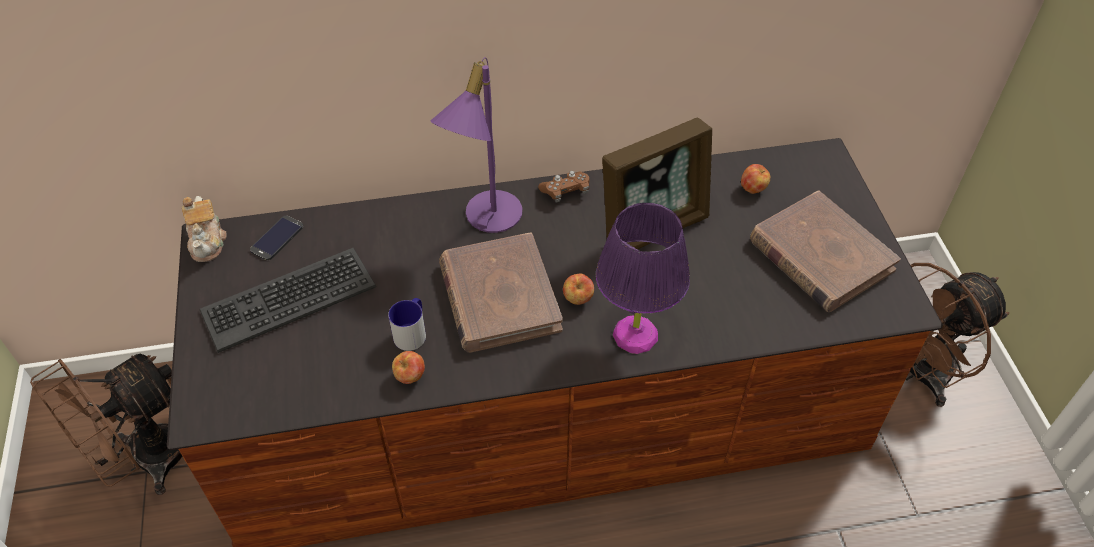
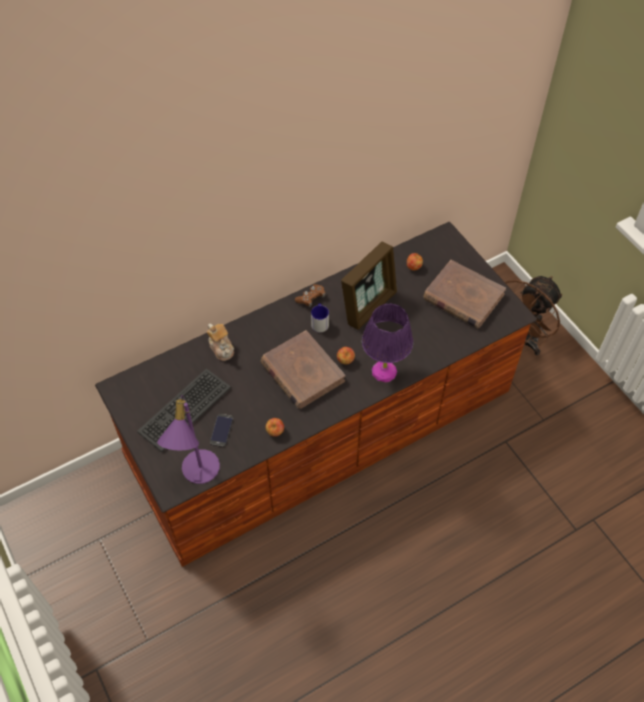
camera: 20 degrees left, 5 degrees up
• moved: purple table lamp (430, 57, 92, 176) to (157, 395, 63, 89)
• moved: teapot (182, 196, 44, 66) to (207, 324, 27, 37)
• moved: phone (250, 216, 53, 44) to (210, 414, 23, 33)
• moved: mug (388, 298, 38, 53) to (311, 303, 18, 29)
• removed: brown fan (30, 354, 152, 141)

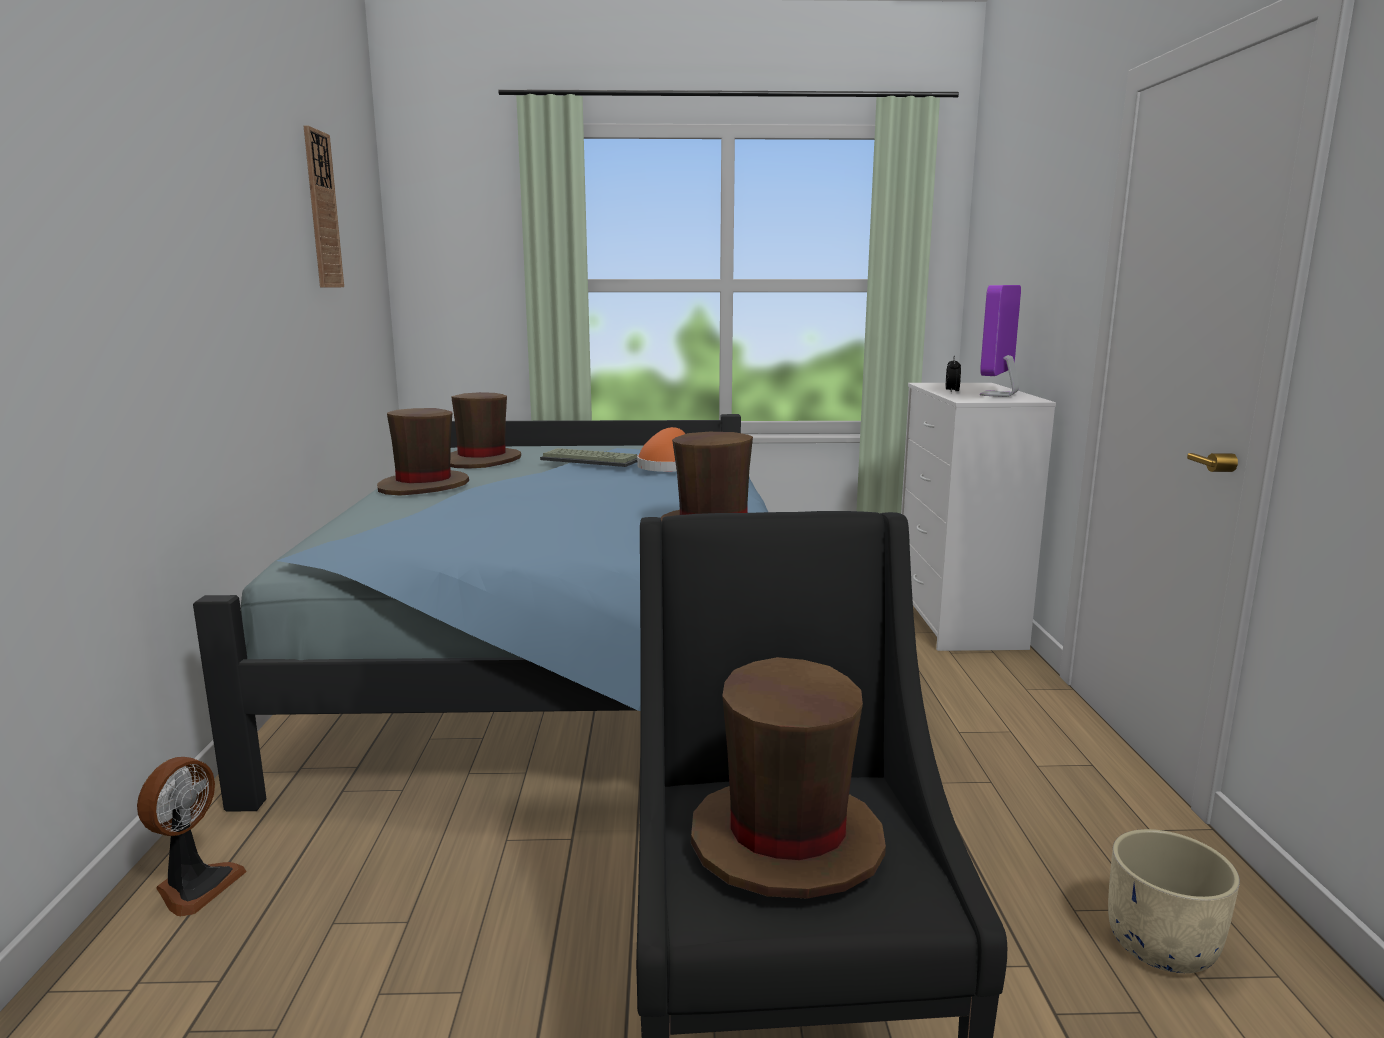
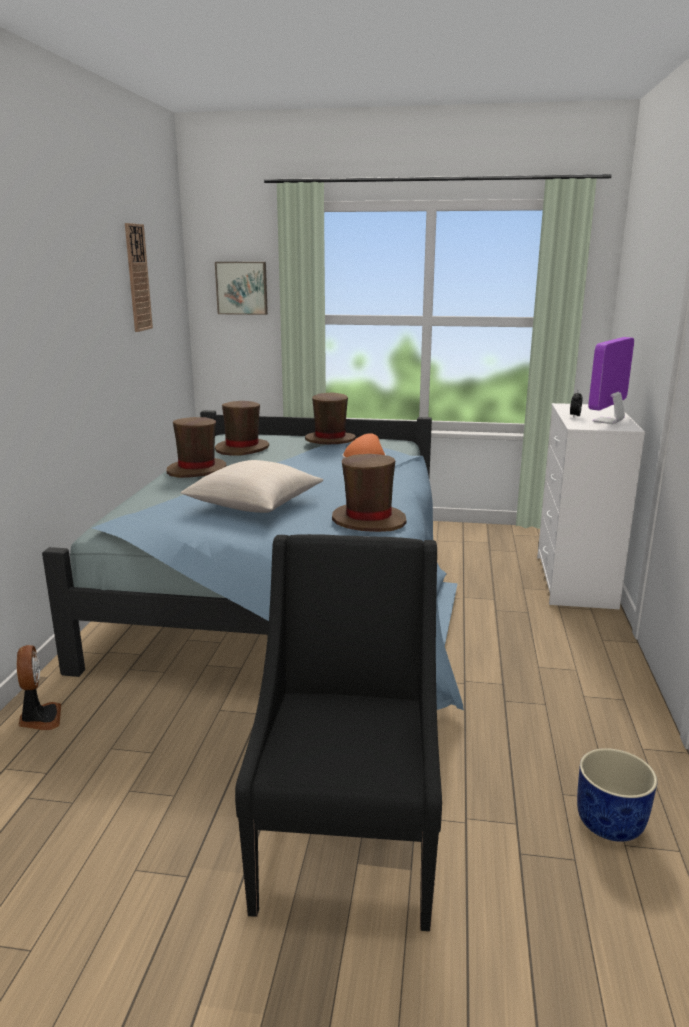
camera: 10 degrees right, 5 degrees up
• removed: keyboard (540, 448, 97, 19)
• moved: brown hat (691, 657, 195, 241) to (305, 392, 51, 52)
• turned: fan (137, 757, 110, 159) = (17, 645, 44, 85) 45 degrees counterclockwise
• recoloured: beige planter (1108, 829, 132, 144) to blue planter (577, 748, 81, 94)
• added: picture (215, 262, 53, 53)
• added: beige pillow (180, 460, 143, 53)

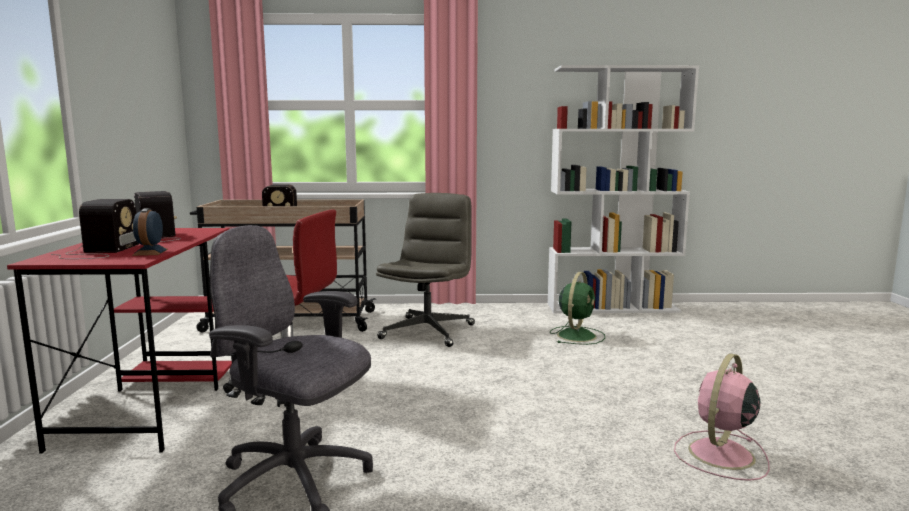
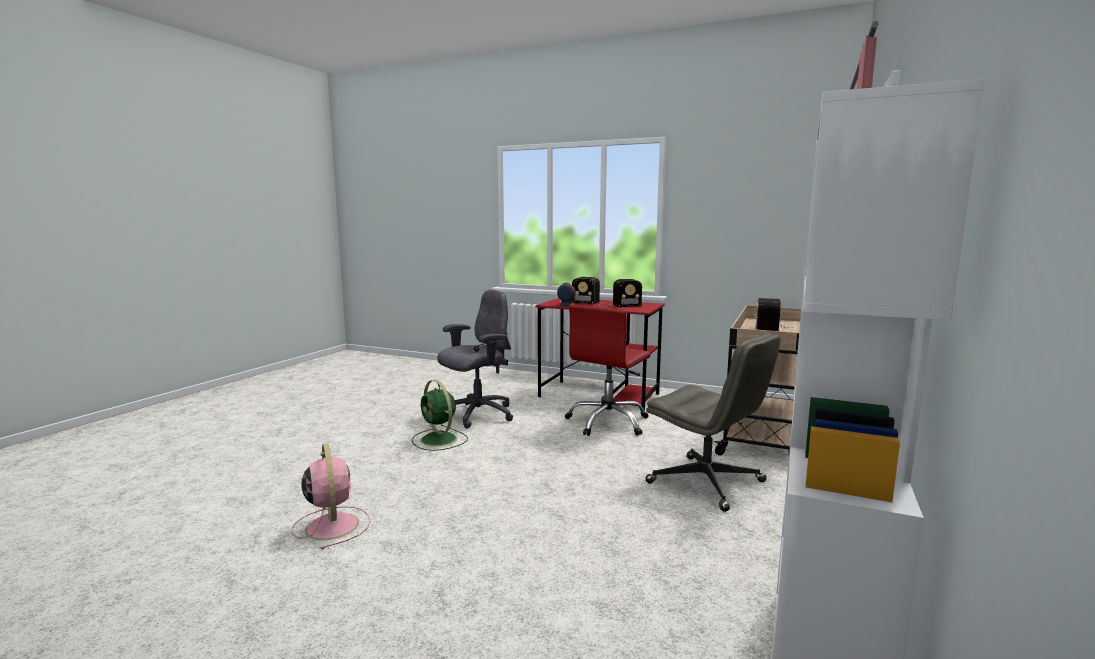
camera: 115 degrees right, 0 degrees up
• moved: green fan (550, 272, 55, 73) to (412, 380, 56, 71)

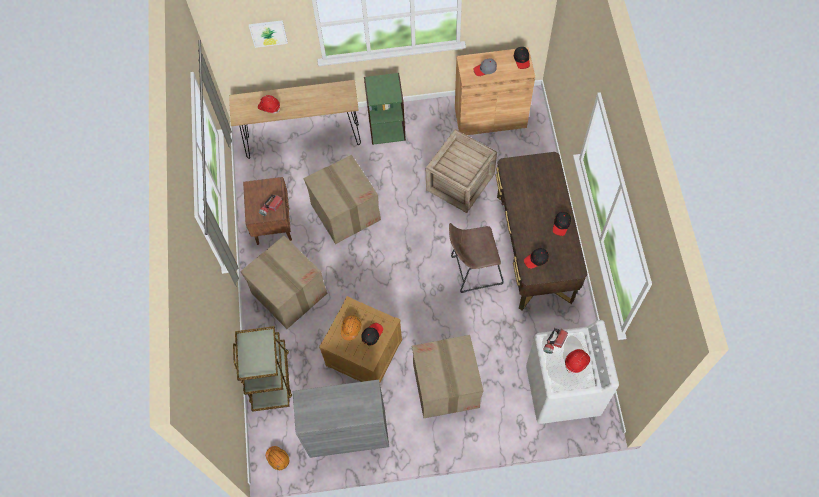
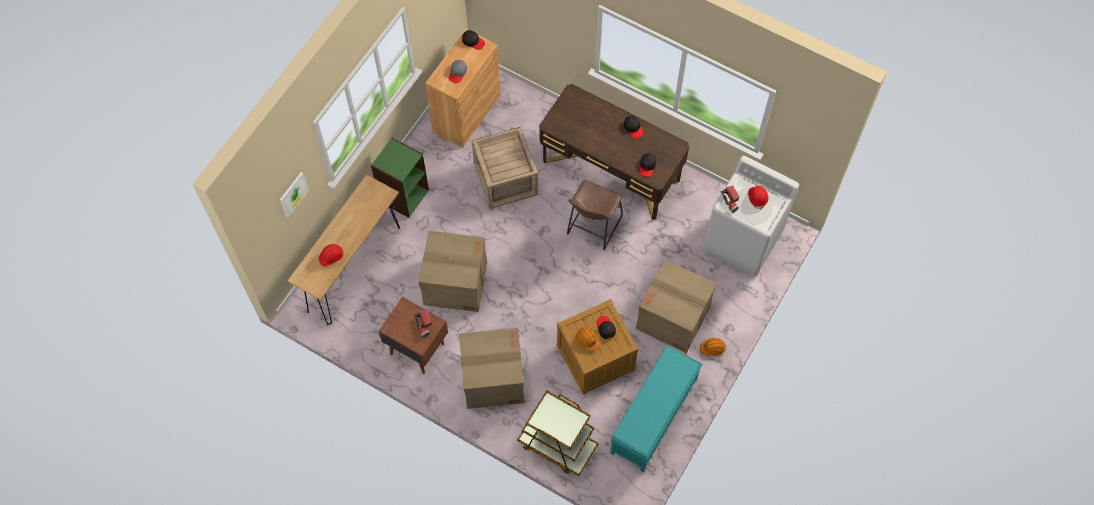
camera: 55 degrees left, 0 degrees up
• replaced: grey cabinet (293, 379, 96, 79) to turquoise bench (610, 346, 92, 126)
• moved: orange hard hat (266, 446, 23, 24) to (700, 338, 26, 18)

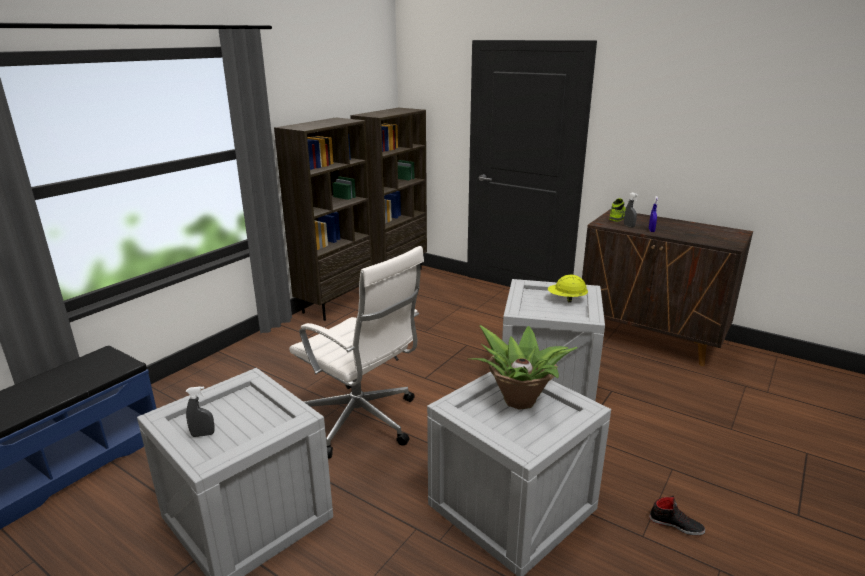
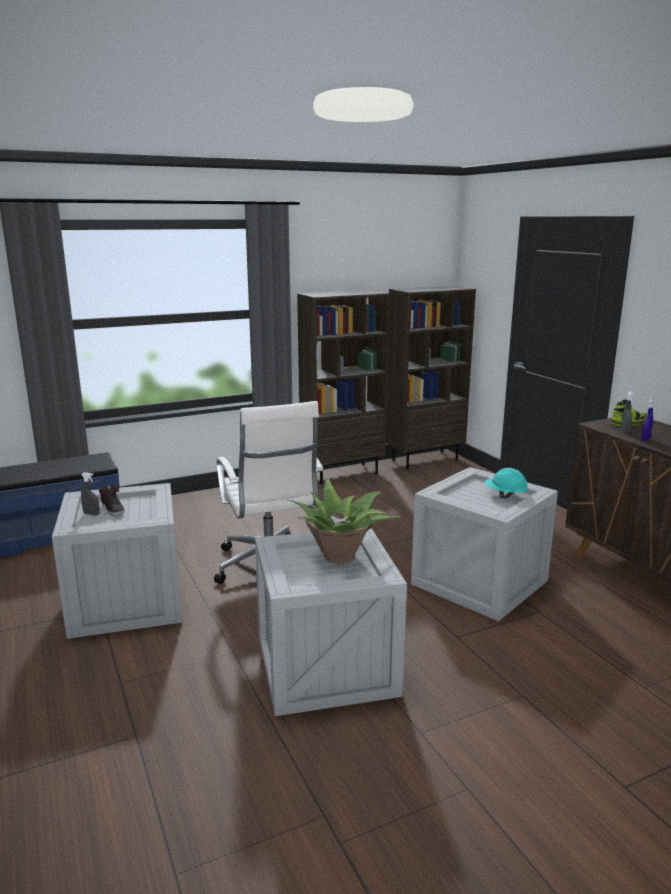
camera: 30 degrees right, 5 degrees down
• recoloured: yellow hard hat (548, 275, 40, 27) to turquoise hard hat (485, 468, 44, 30)
• moved: black shoe (649, 496, 56, 39) to (99, 485, 25, 30)

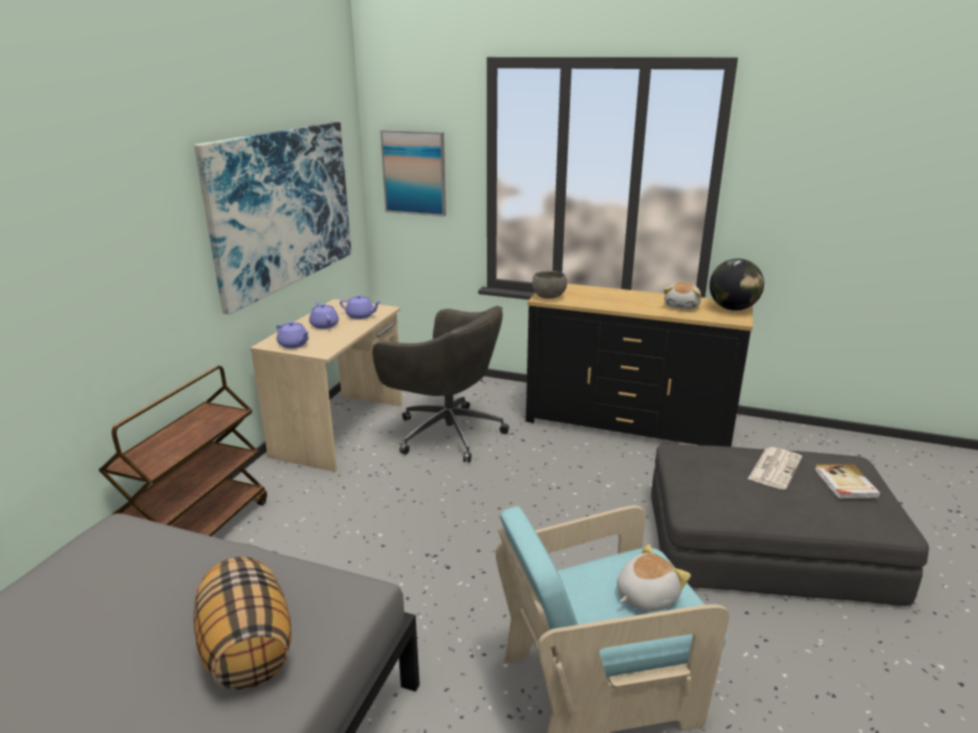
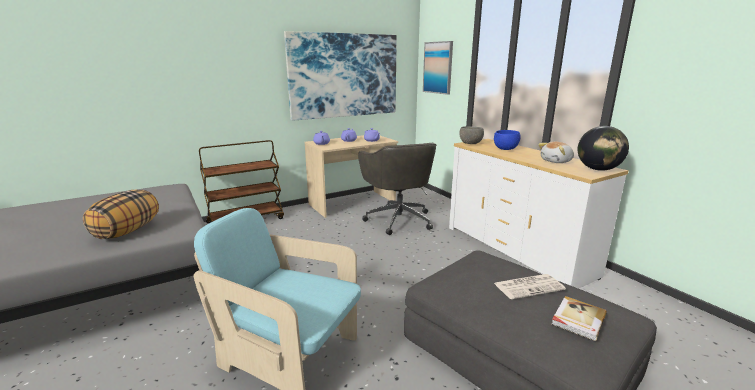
camera: 40 degrees right, 5 degrees down
• recoloured: black dresser (526, 284, 227, 163) to white dresser (449, 139, 180, 150)
• removed: plush toy (617, 544, 74, 67)
• added: blue bowl (494, 130, 27, 20)

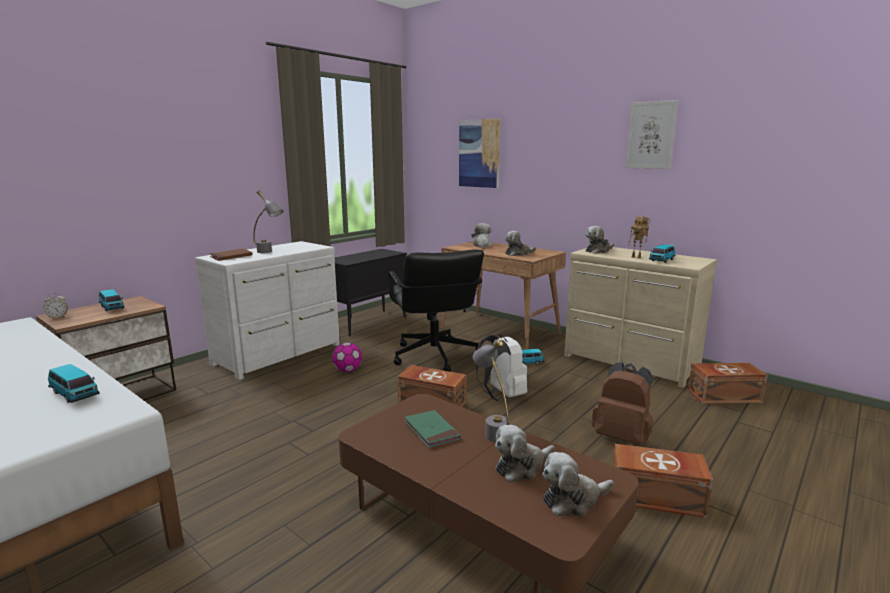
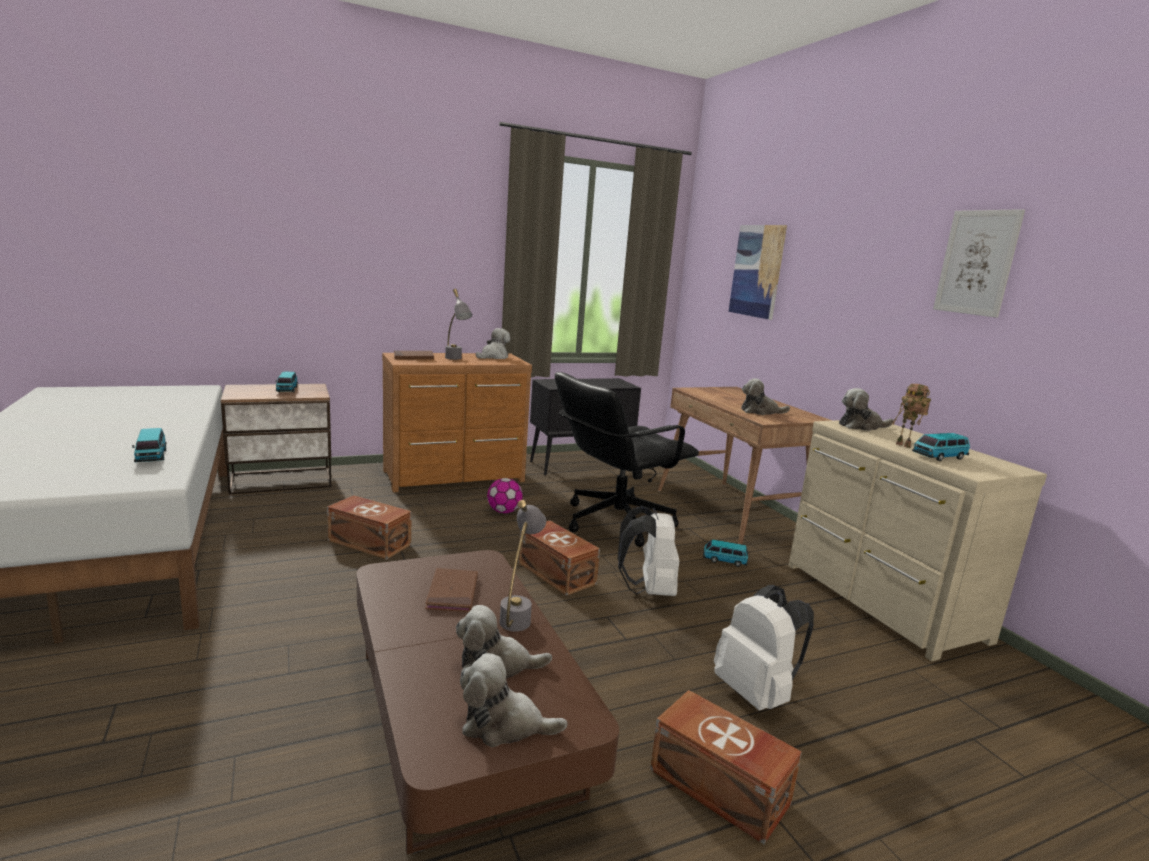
camera: 25 degrees right, 0 degrees up
• moved: plush toy (471, 223, 22, 25) to (476, 328, 34, 31)
• recoloured: white dresser (195, 241, 145, 139) to brown dresser (382, 353, 150, 139)
• turned: black office chair (388, 249, 96, 123) = (555, 372, 144, 175) 45 degrees clockwise
• removed: alarm clock (43, 293, 25, 26)
• recoloured: brown backpack (592, 362, 62, 83) to white backpack (714, 585, 100, 126)
• moved: brown storage box (688, 363, 79, 41) to (327, 495, 85, 64)
• recoloured: green book (405, 410, 56, 38) to brown book (425, 568, 53, 44)

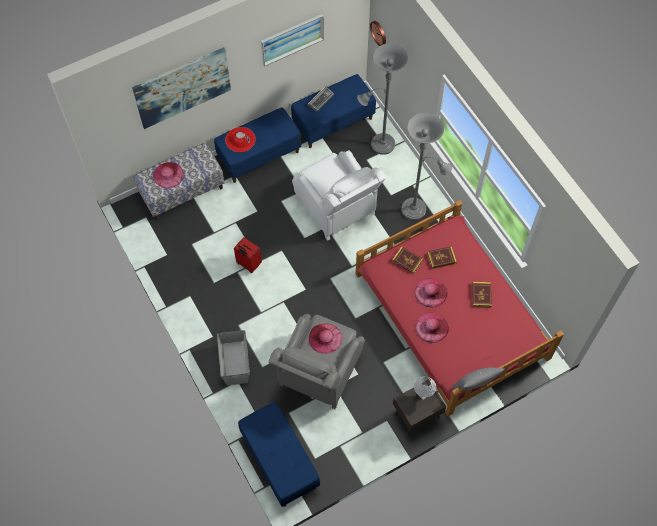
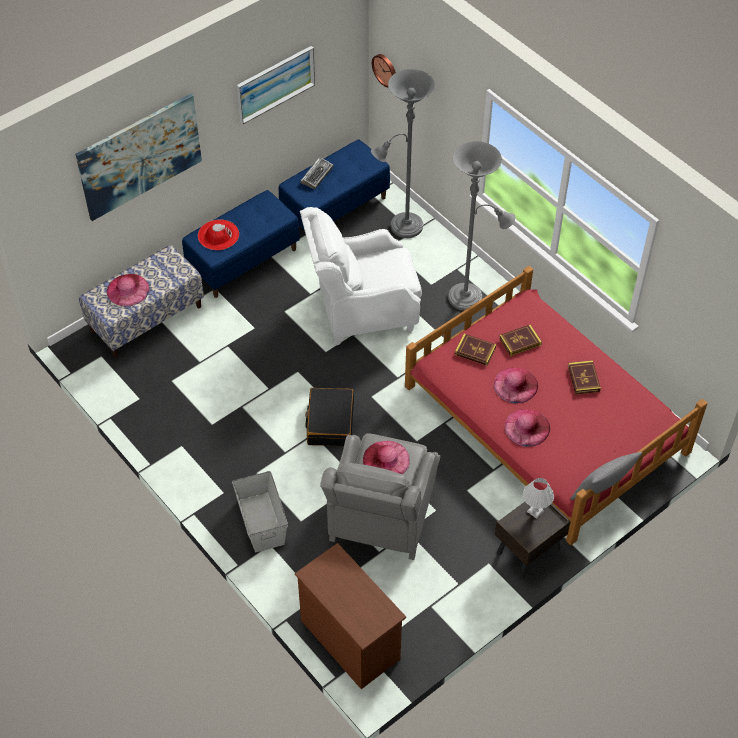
camera: 10 degrees left, 10 degrees down
• turned: white armchair (292, 150, 94, 91) = (300, 207, 122, 138) 120 degrees clockwise
• removed: red suitcase (234, 237, 28, 36)
• replaced: blue bench (238, 402, 82, 105) to brown dresser (295, 543, 111, 146)
• added: black suitcase (305, 388, 49, 58)

